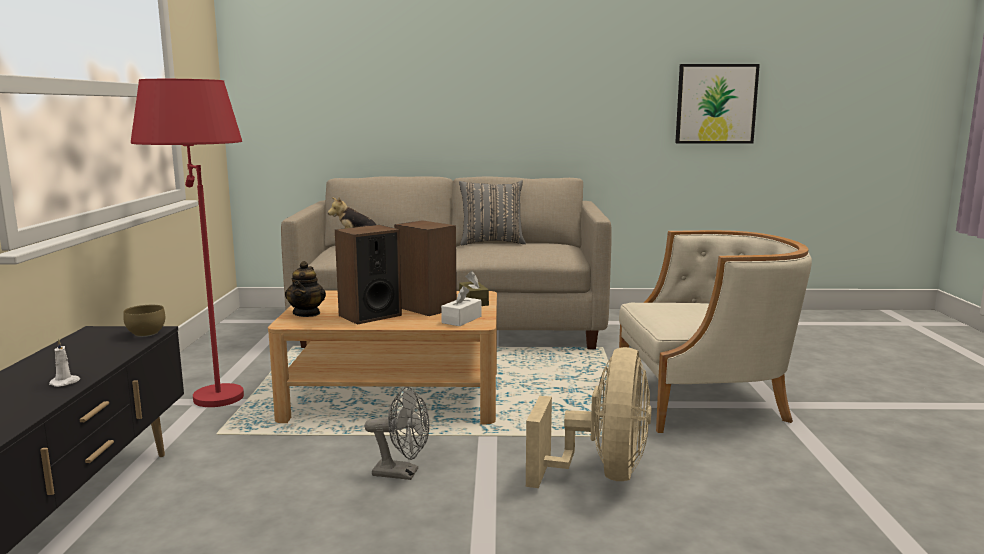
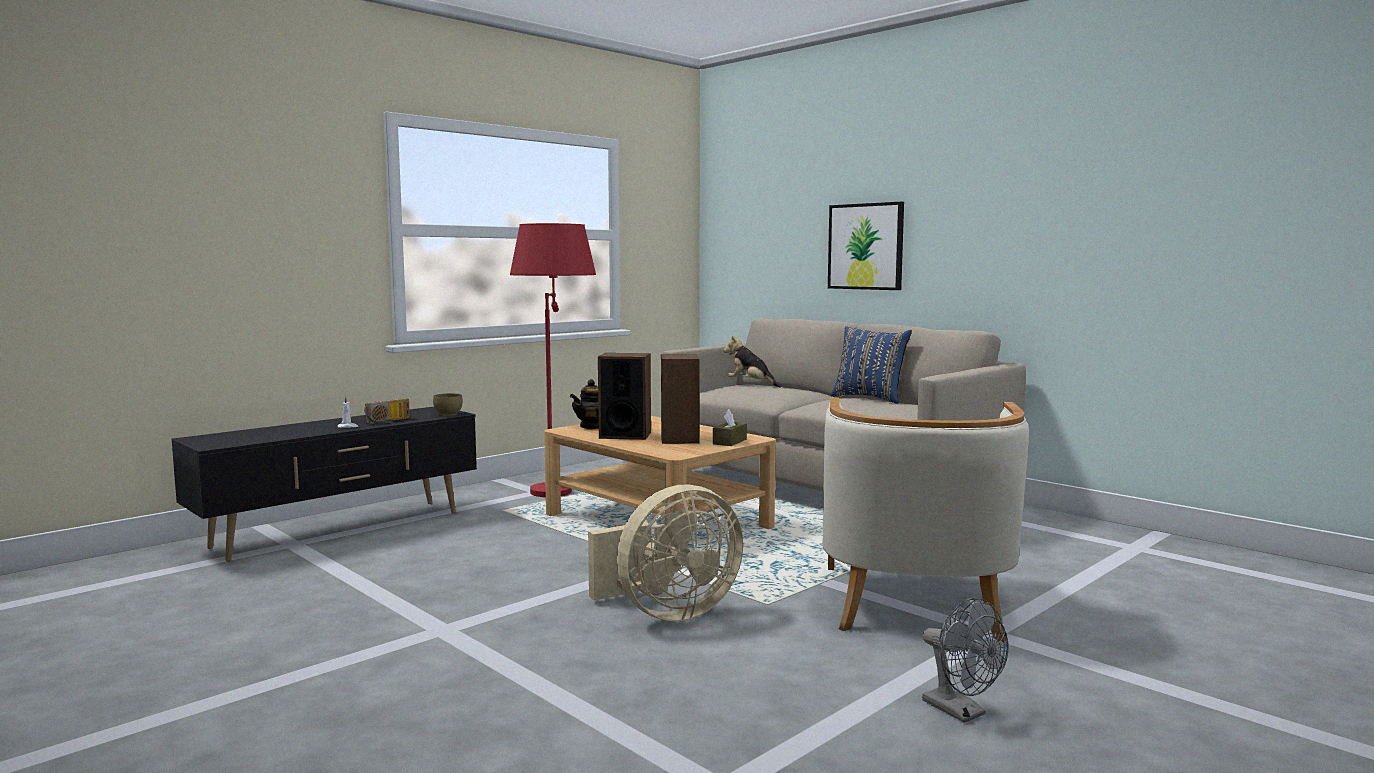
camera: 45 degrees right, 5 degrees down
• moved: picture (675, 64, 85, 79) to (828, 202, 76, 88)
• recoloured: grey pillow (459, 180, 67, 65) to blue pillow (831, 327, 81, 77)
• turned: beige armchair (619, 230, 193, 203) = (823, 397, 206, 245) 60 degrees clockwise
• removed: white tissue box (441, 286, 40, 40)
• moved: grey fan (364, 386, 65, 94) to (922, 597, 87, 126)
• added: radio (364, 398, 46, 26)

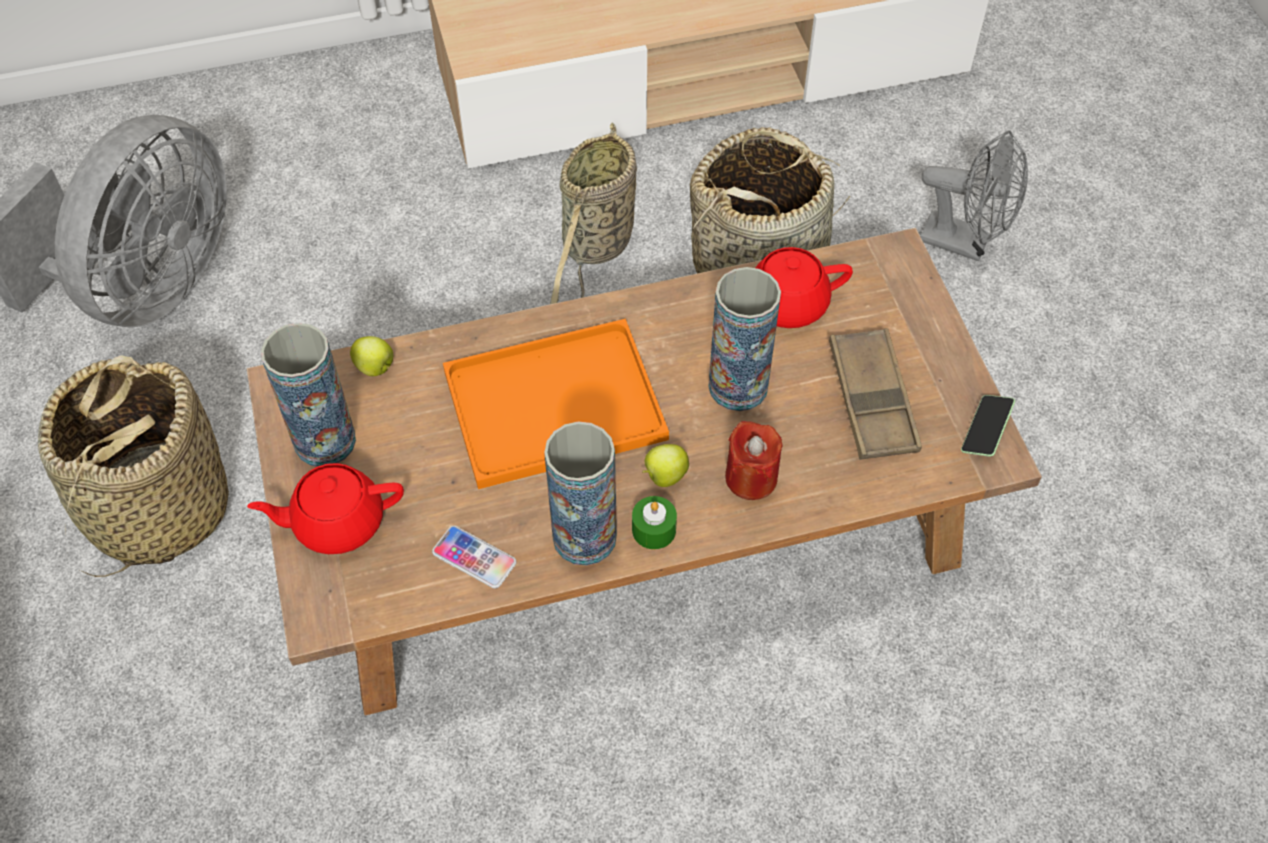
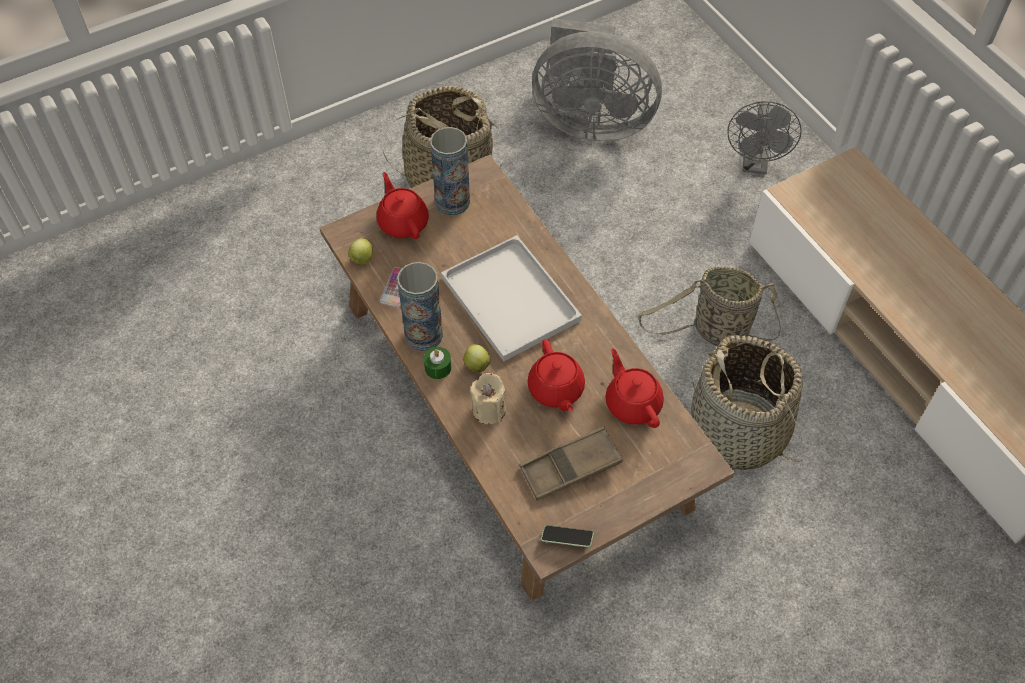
camera: 75 degrees right, 0 degrees up
• moved: grey fan (920, 131, 108, 130) to (727, 101, 75, 74)
• replaced: vase (708, 267, 73, 144) to red teapot (527, 339, 58, 72)
• recoloured: orange tray (443, 319, 226, 170) to white tray (441, 235, 141, 126)
• moved: apple (350, 336, 43, 40) to (348, 238, 25, 26)
• recoloured: red candle (725, 421, 58, 79) to beige candle (470, 373, 36, 51)

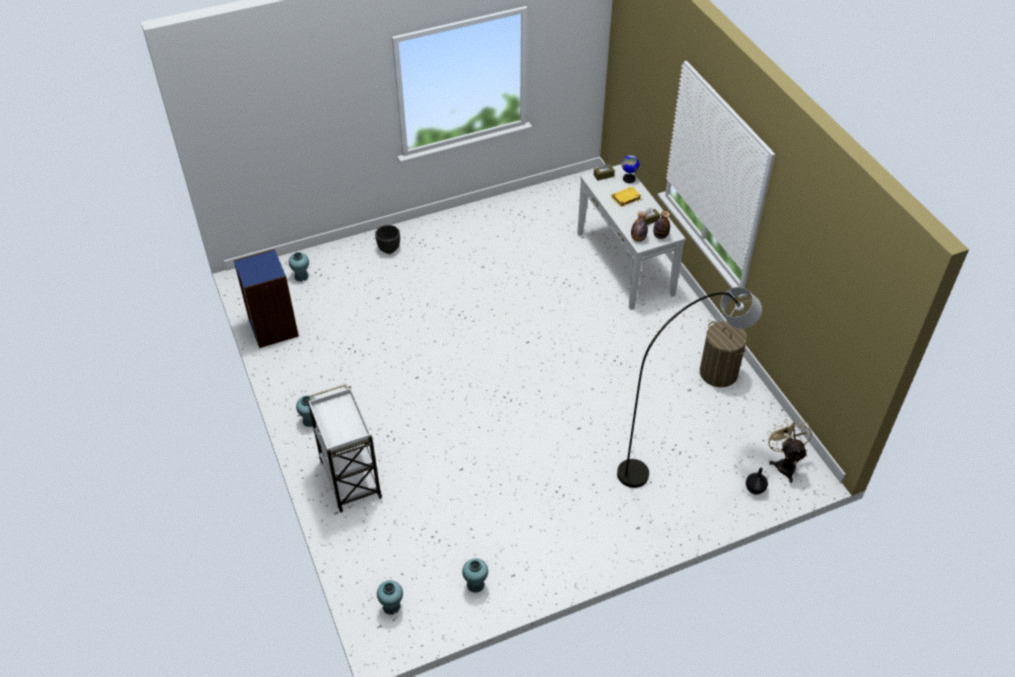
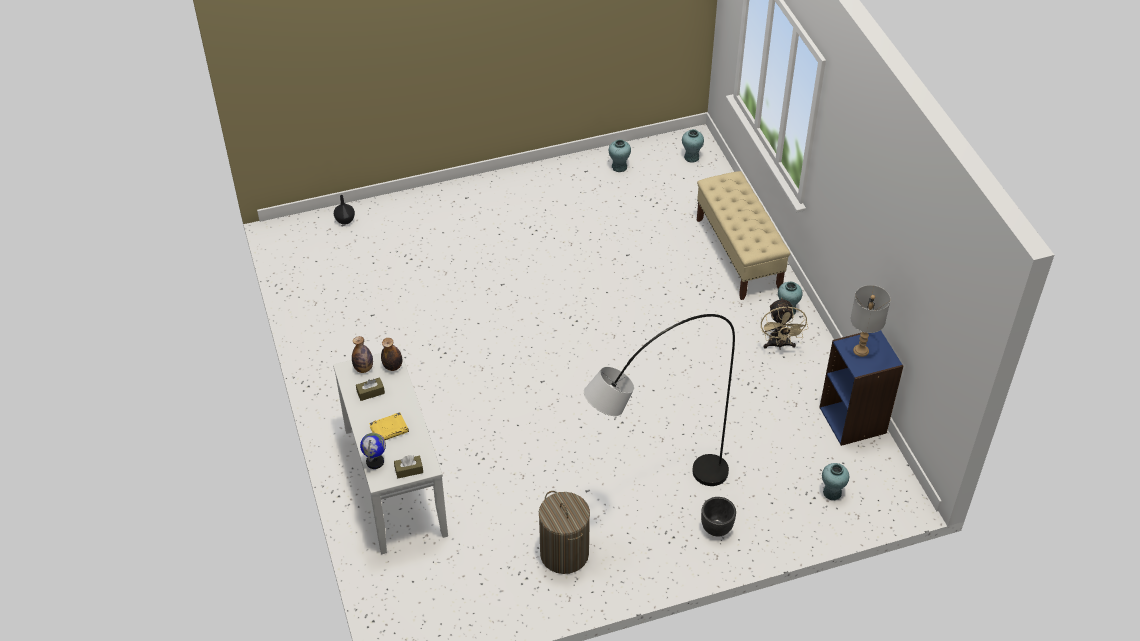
camera: 175 degrees left, 0 degrees up
• moved: grey floor lamp (617, 287, 145, 201) to (584, 314, 151, 172)
• moved: laundry basket (700, 321, 47, 66) to (539, 491, 51, 83)
• replaced: white cart (307, 384, 75, 129) to beige bench (697, 171, 93, 129)
• moved: beige fan (767, 418, 45, 65) to (761, 297, 47, 52)
• added: grey table lamp (850, 285, 40, 72)

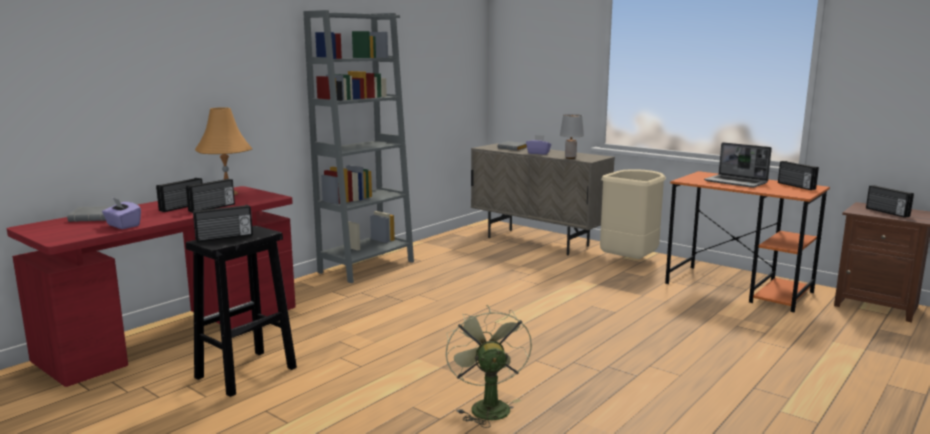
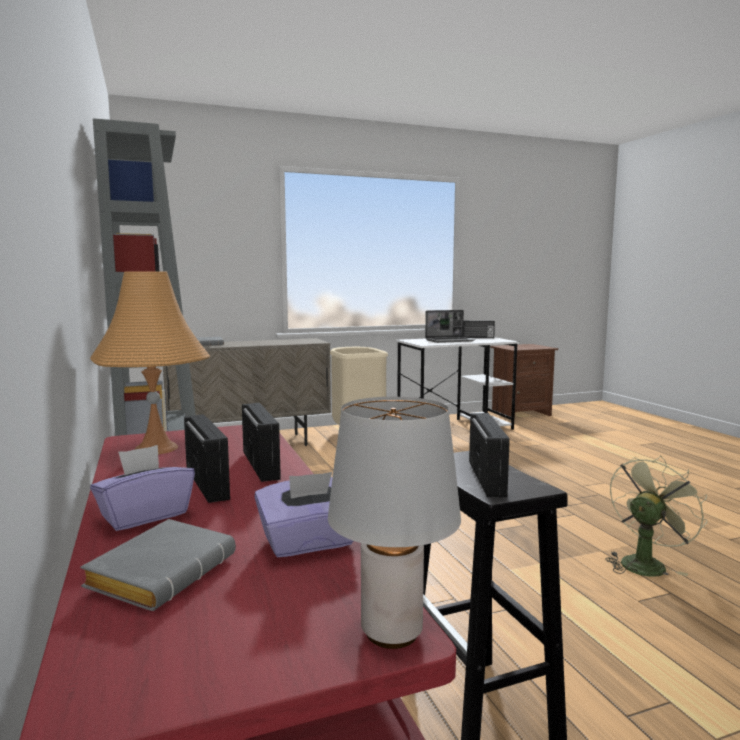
camera: 60 degrees left, 5 degrees down
• moved: grey table lamp (560, 114, 24, 45) to (328, 397, 133, 252)
• moved: purple tissue box (526, 135, 26, 20) to (90, 445, 105, 86)
• recoloured: orange desk (665, 171, 165, 142) to white desk (396, 337, 124, 93)
• removed: radio (866, 185, 48, 33)
• turned: green fan (446, 305, 86, 123) = (605, 455, 102, 122) 120 degrees clockwise

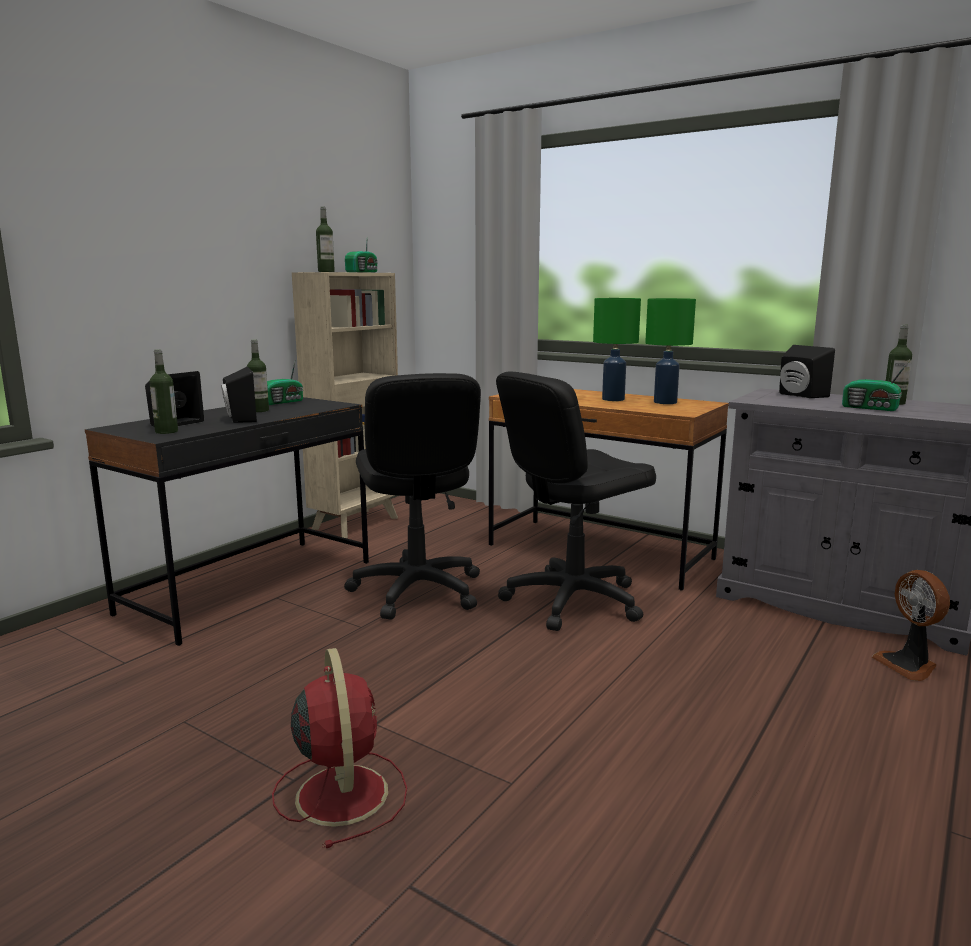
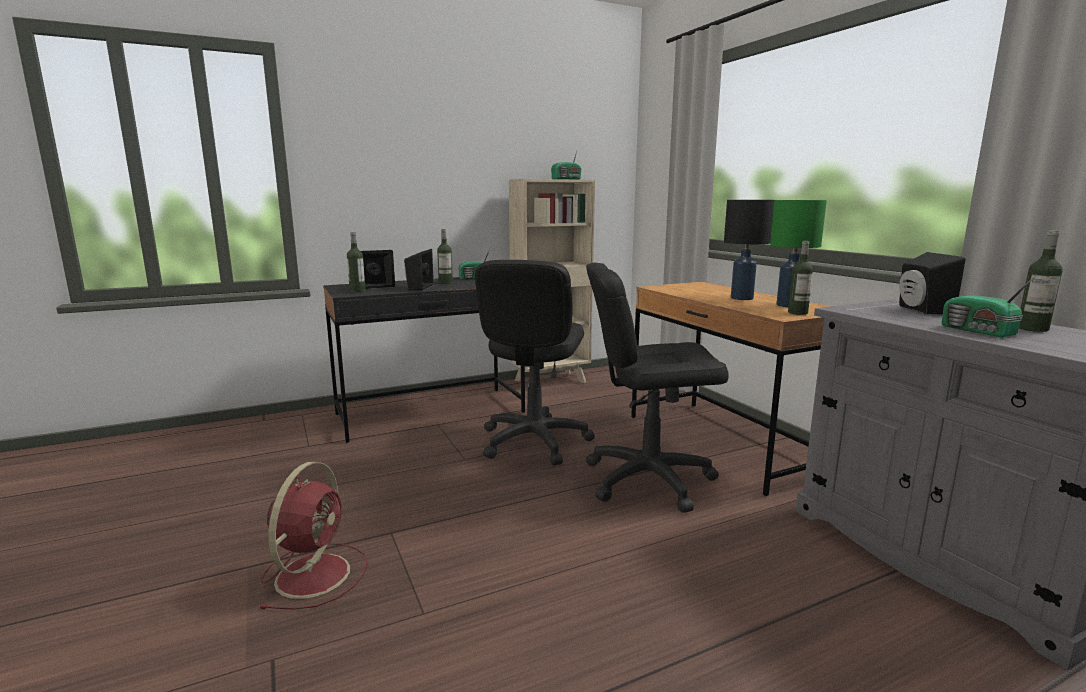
camera: 30 degrees right, 0 degrees up
• moved: bottle (316, 206, 19, 66) to (788, 241, 25, 74)
• recoloured: green table lamp (593, 298, 48, 103) to black table lamp (724, 200, 50, 100)
• removed: fan (872, 570, 78, 111)

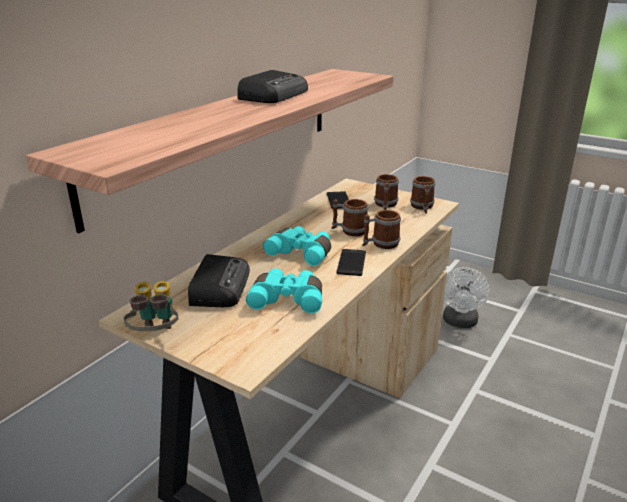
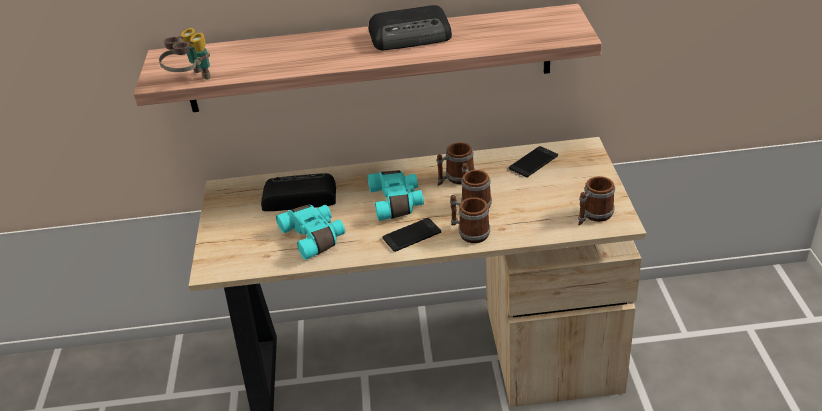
camera: 55 degrees right, 10 degrees up
• moved: mug (374, 174, 25, 36) to (437, 142, 38, 44)
• turned: radio (188, 254, 62, 53) = (261, 173, 75, 38) 150 degrees counterclockwise
• removed: white fan (443, 267, 47, 61)
• moved: binoculars (124, 281, 55, 50) to (159, 28, 52, 52)

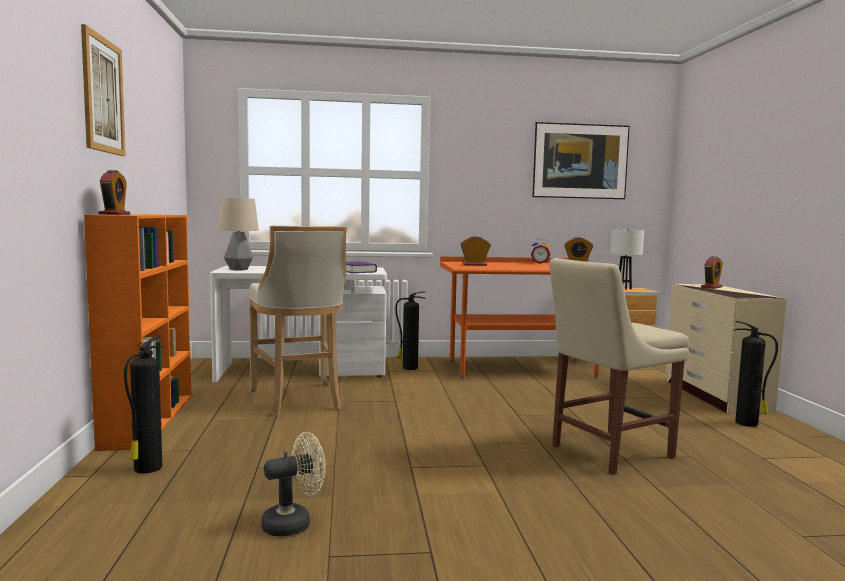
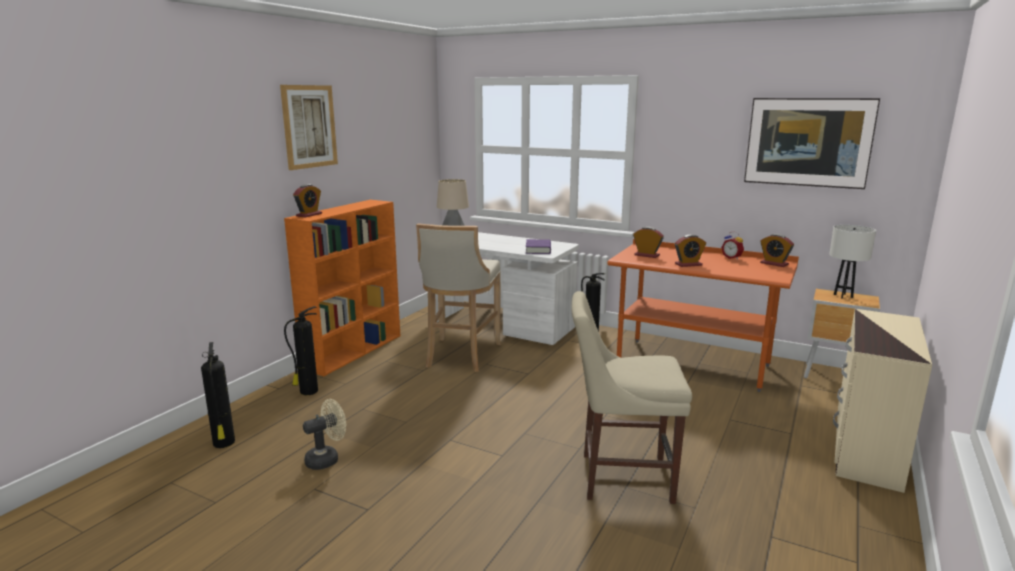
camera: 35 degrees right, 10 degrees up
• moved: alarm clock (701, 256, 22, 33) to (675, 234, 31, 33)
• moved: fire extinguisher (734, 321, 44, 106) to (201, 342, 34, 106)
• turned: beige fan (261, 432, 65, 105) = (303, 399, 43, 71) 45 degrees counterclockwise

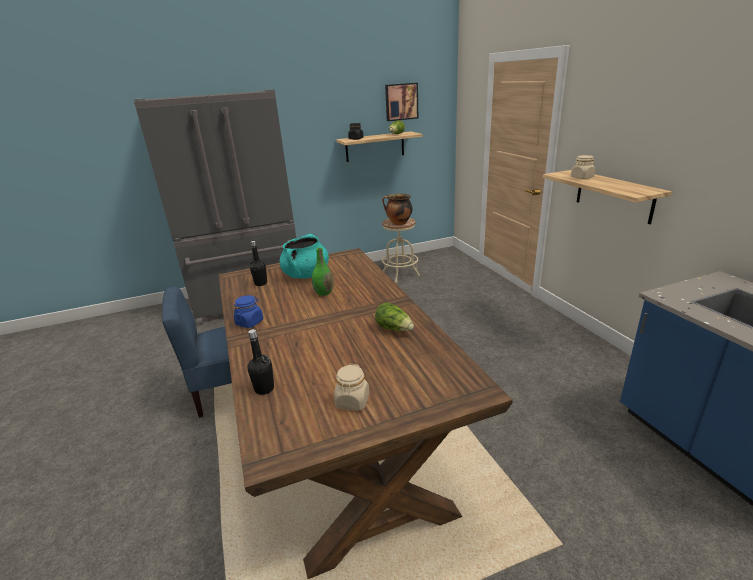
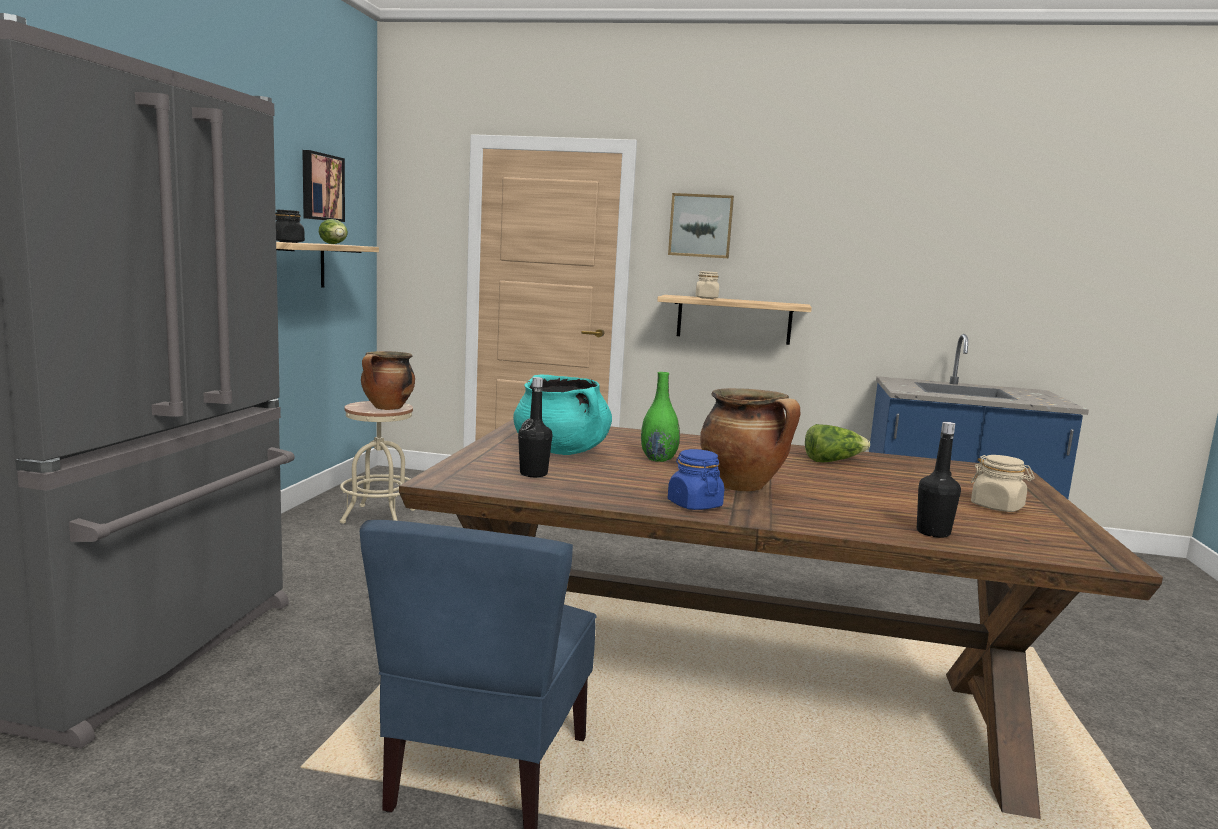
camera: 60 degrees left, 15 degrees down
• added: picture (668, 193, 66, 65)
• added: cooking pot (700, 388, 100, 103)

